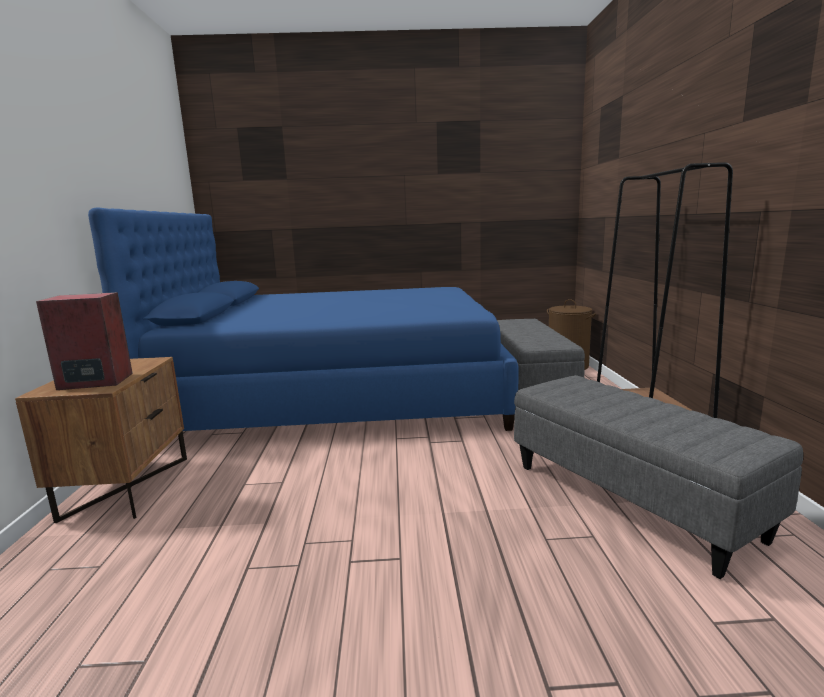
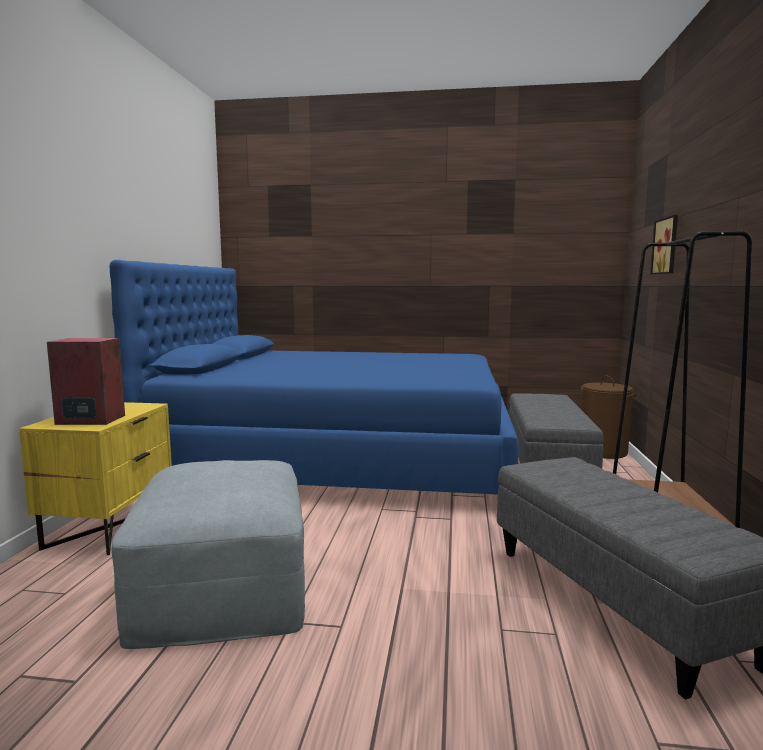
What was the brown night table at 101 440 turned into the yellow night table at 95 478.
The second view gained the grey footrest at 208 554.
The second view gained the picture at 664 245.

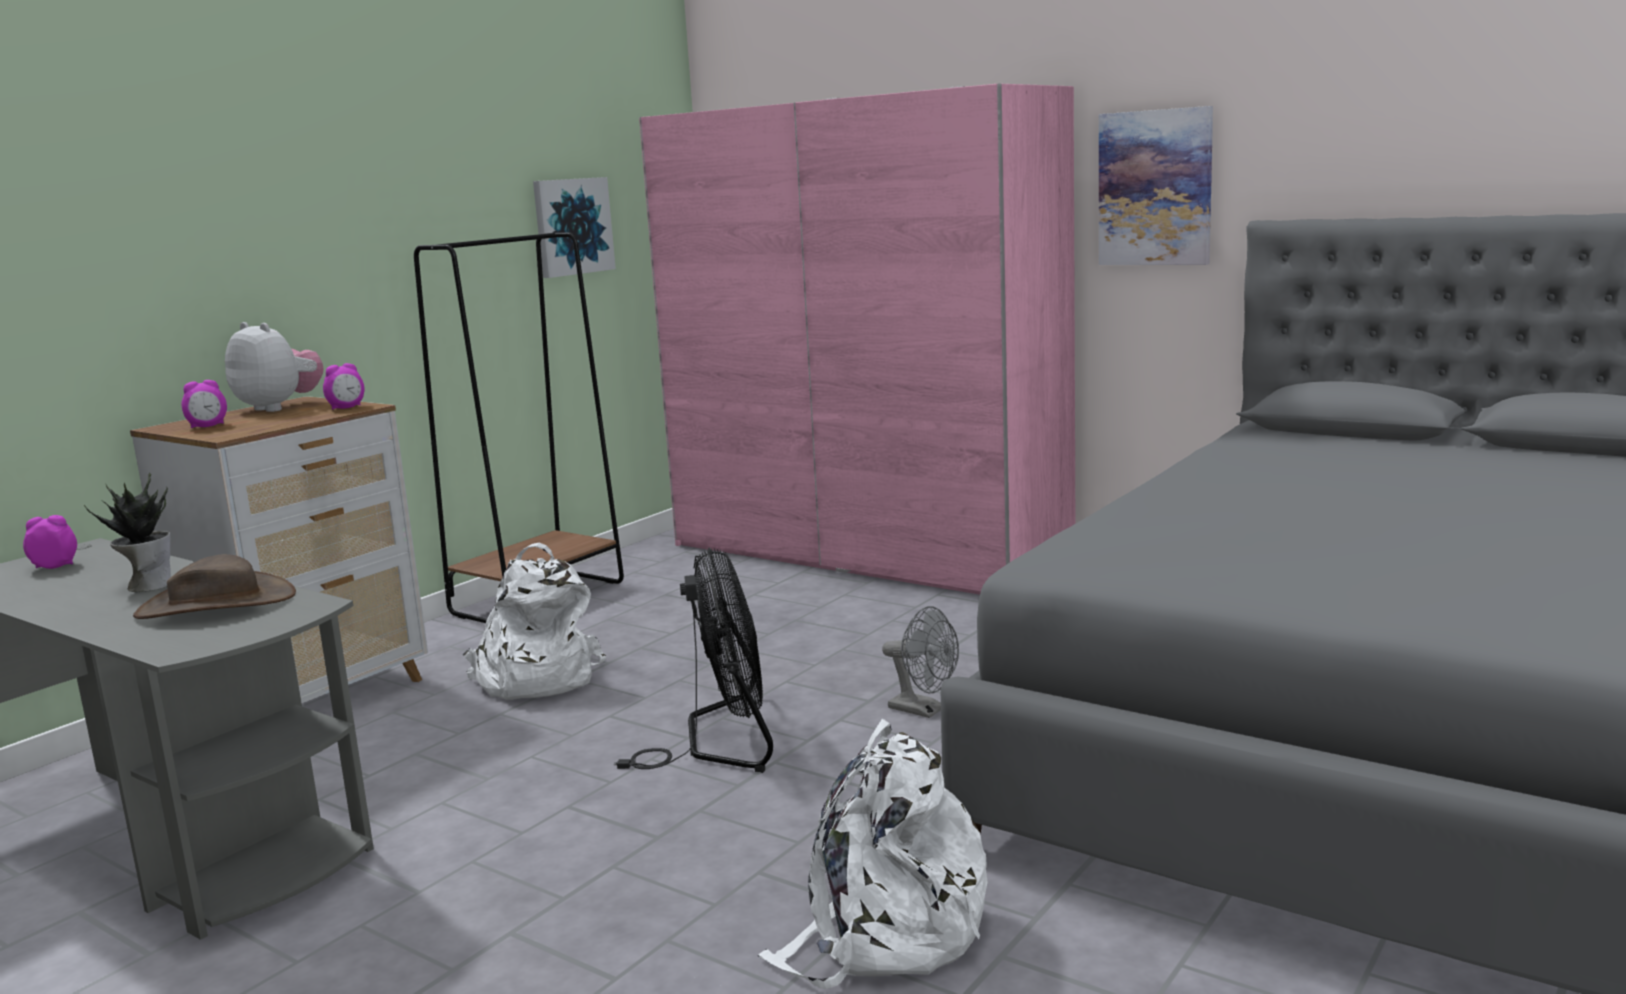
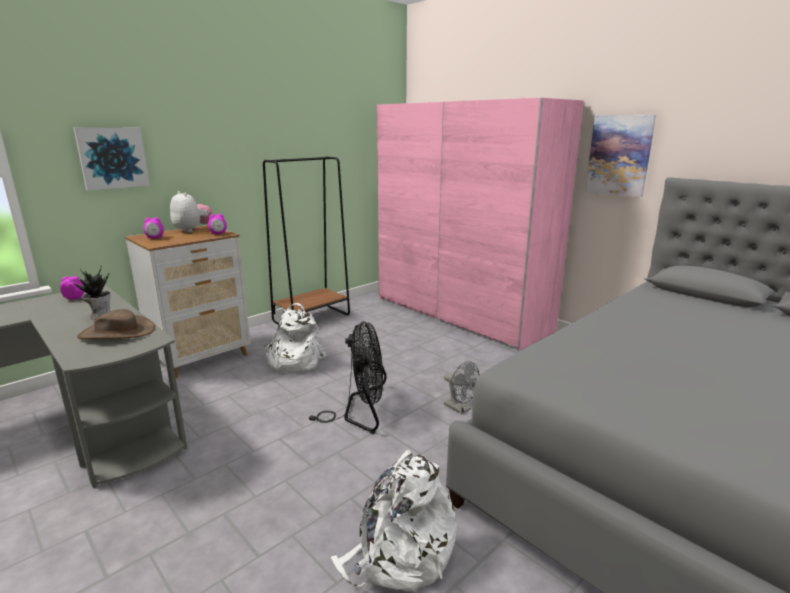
The picture ended up elsewhere, having gone from 574 227 to 112 159.

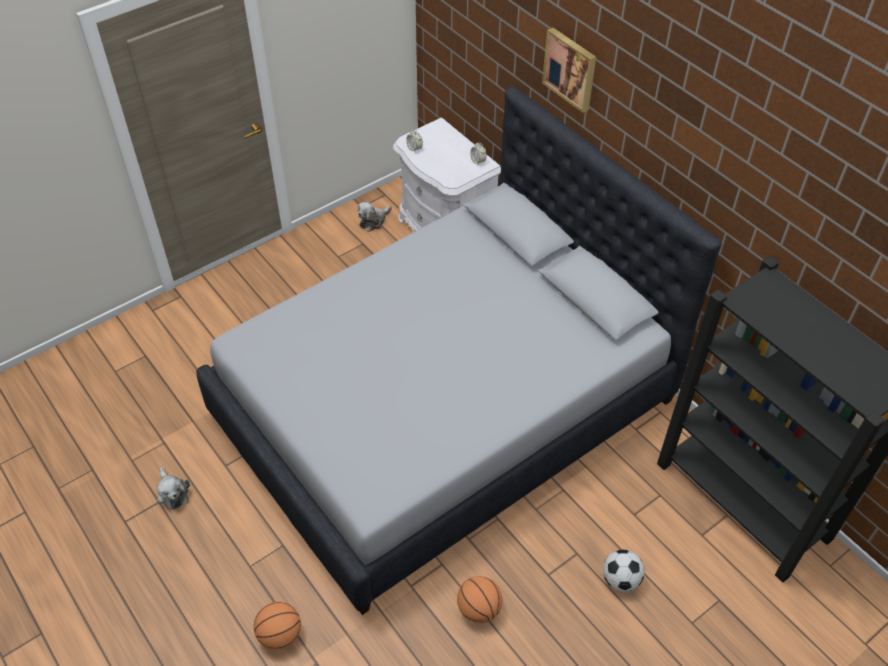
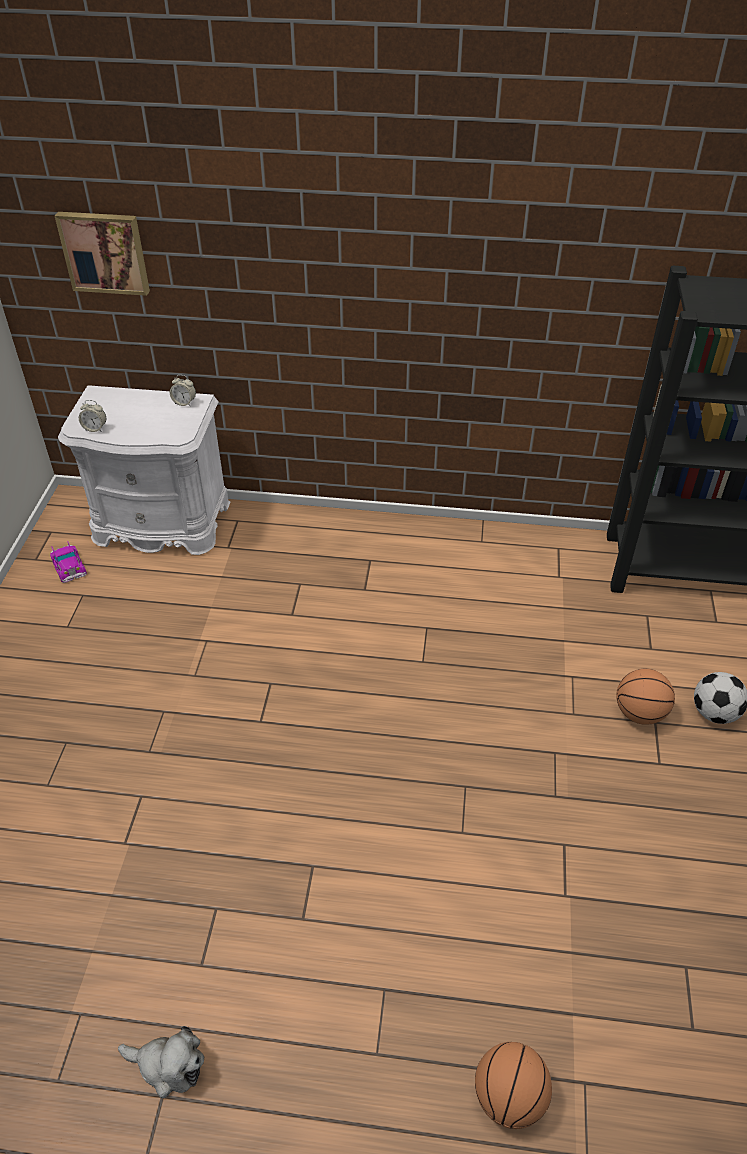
Where the cuddly toy stood at 374 217, the toy car came to stand at 68 562.
The picture ended up elsewhere, having gone from 569 70 to 102 254.
The basketball ended up elsewhere, having gone from 480 599 to 645 697.
The second view lost the grey sleeping bed at 459 350.

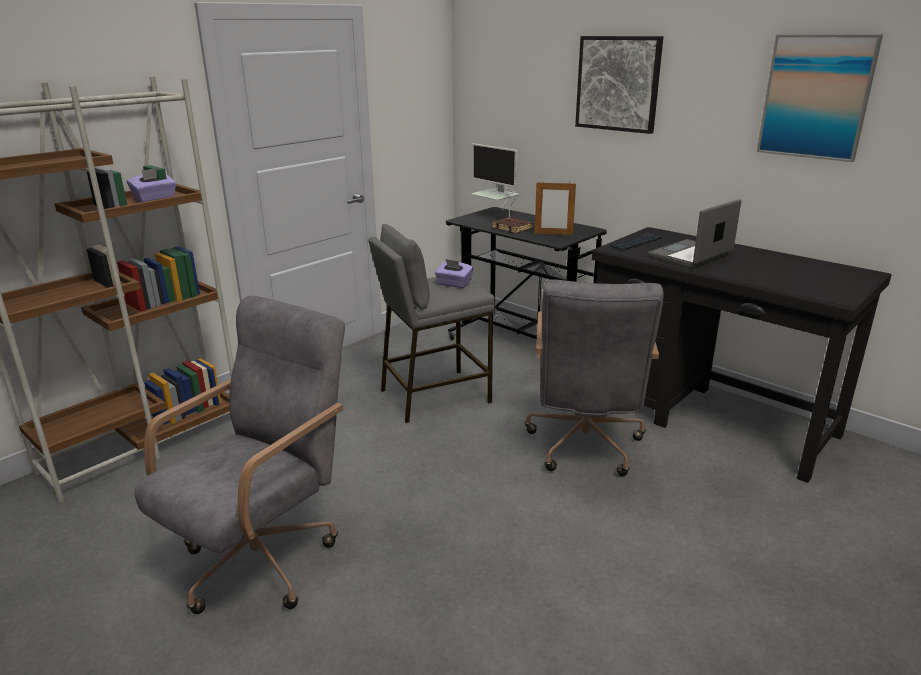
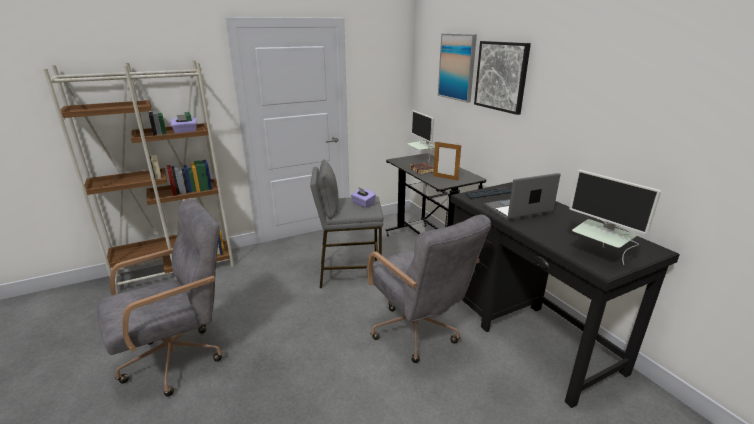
The grey desk chair at 594 377 ended up facing another way, 60 degrees counterclockwise from before.
The picture ended up elsewhere, having gone from 820 98 to 457 68.
The second view gained the computer screen at 615 217.

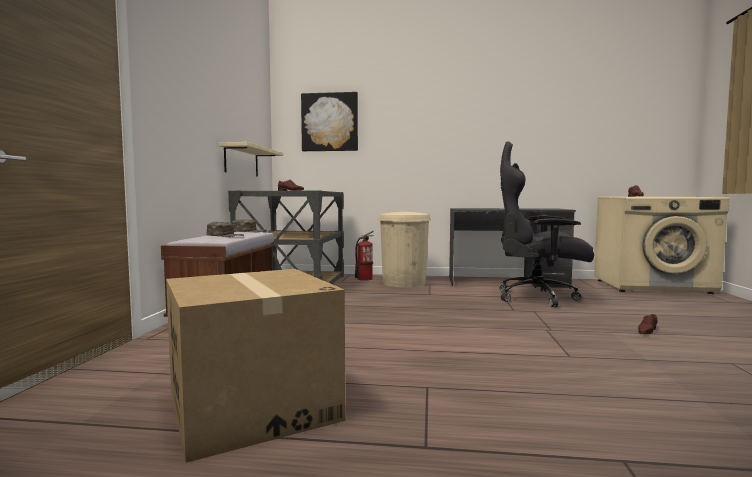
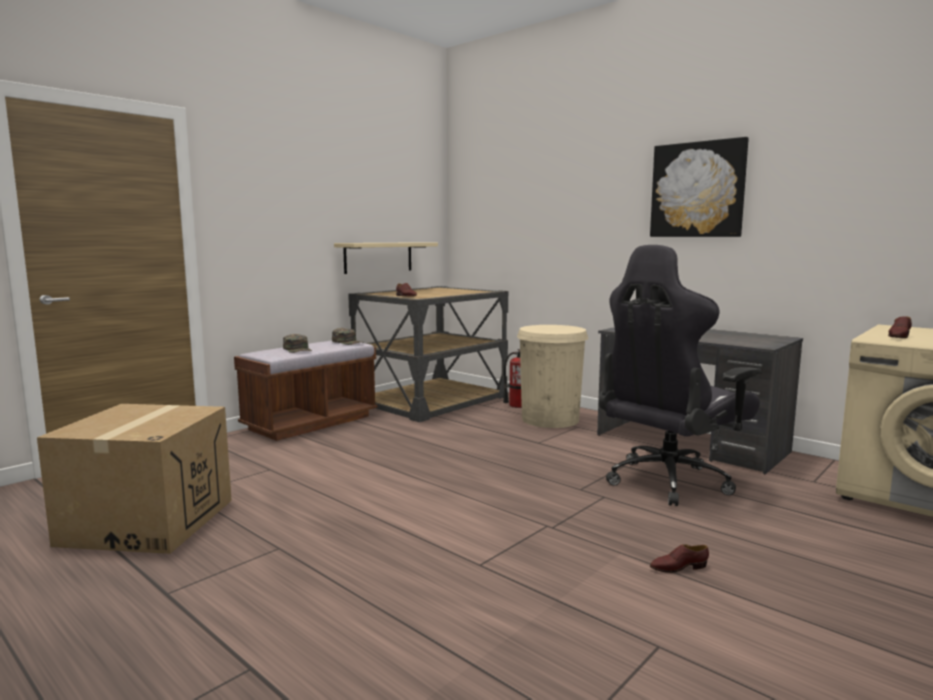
The black desk chair at 547 224 ended up facing another way, 90 degrees counterclockwise from before.
The picture ended up elsewhere, having gone from 329 121 to 699 187.

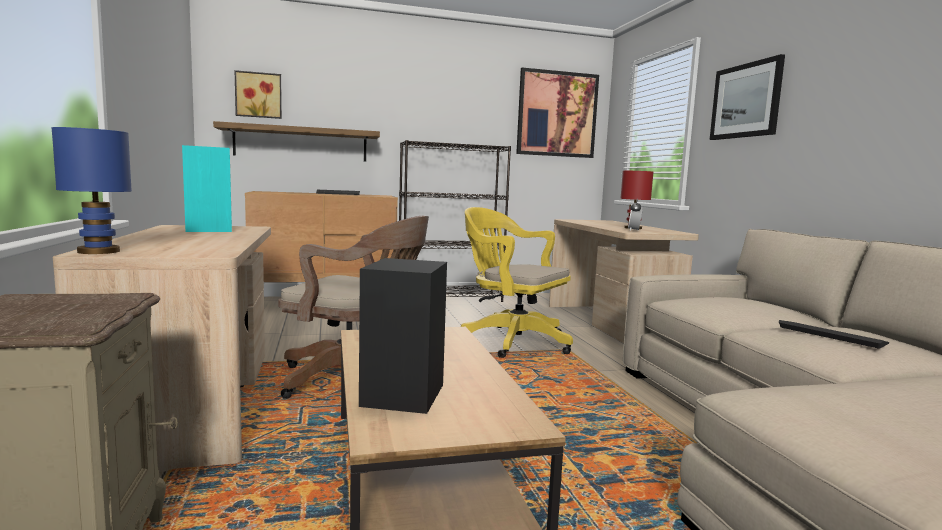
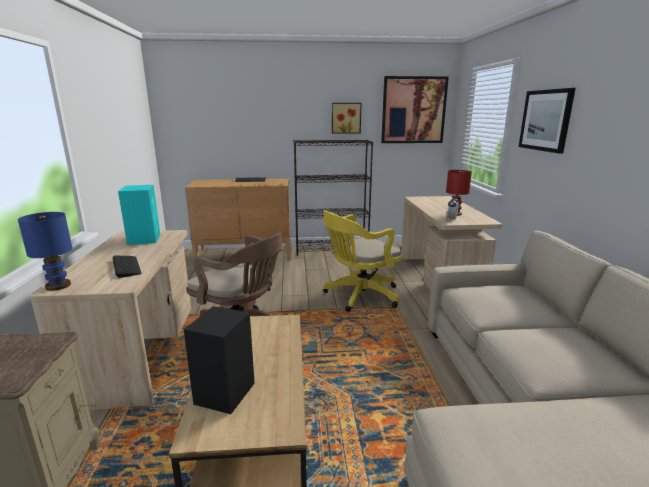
The PC keyboard ended up elsewhere, having gone from 834 334 to 127 267.
The yellow desk chair at 517 282 ended up facing another way, 75 degrees counterclockwise from before.
The picture ended up elsewhere, having gone from 258 94 to 347 118.
The second view lost the wall shelf at 296 141.

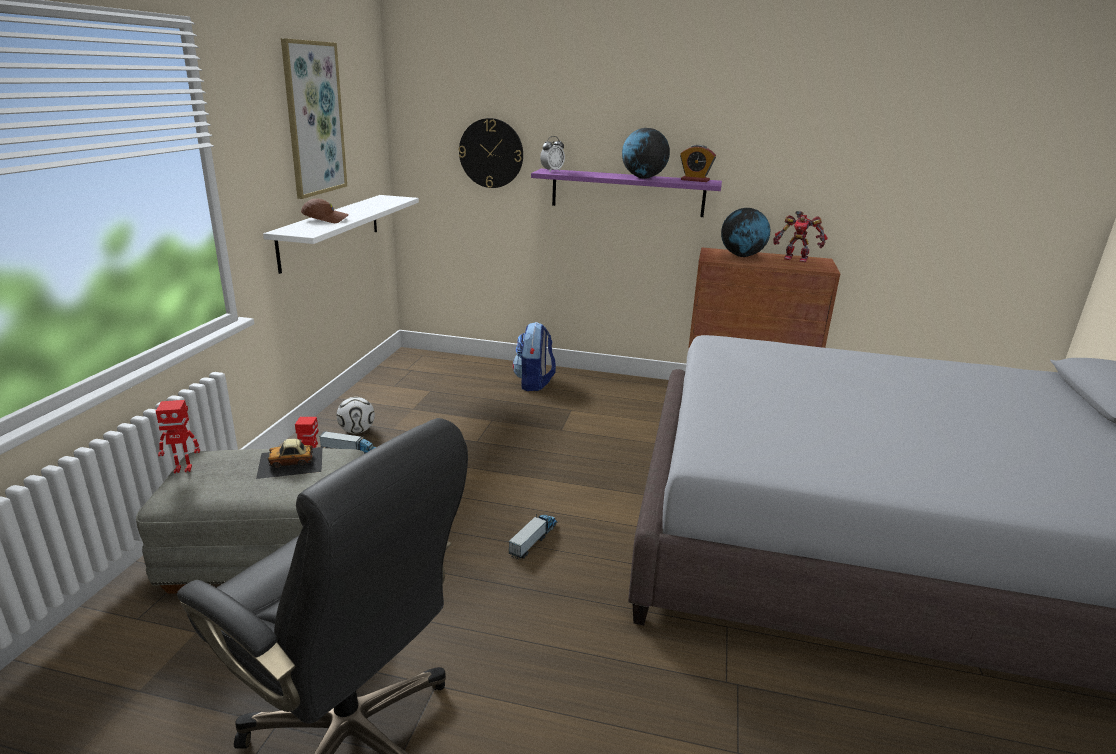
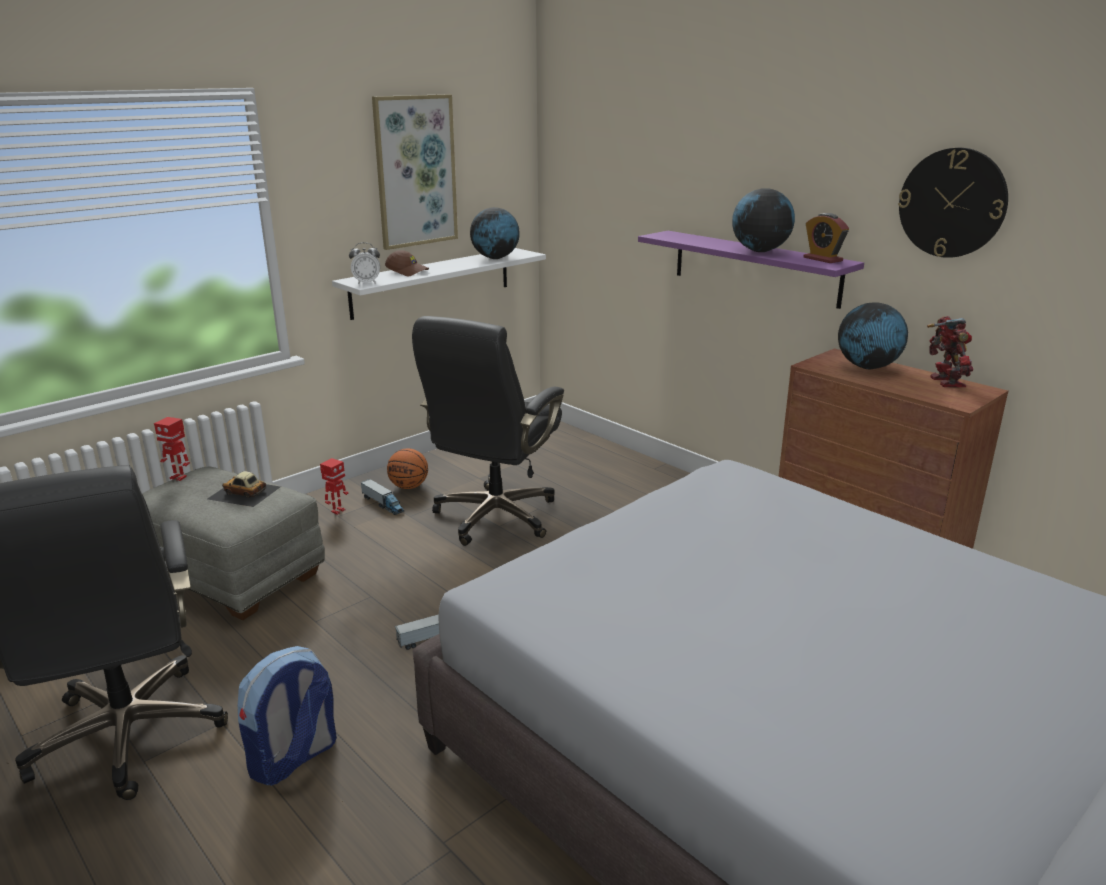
The rucksack ended up elsewhere, having gone from 534 356 to 287 716.
The table clock ended up elsewhere, having gone from 552 154 to 364 263.
Where the football ball stood at 355 415, the basketball came to stand at 407 468.
The second view gained the black desk chair at 488 431.
The second view gained the globe at 495 233.
The wall clock ended up elsewhere, having gone from 491 153 to 953 203.
The toy robot at 800 236 ended up facing another way, 150 degrees counterclockwise from before.

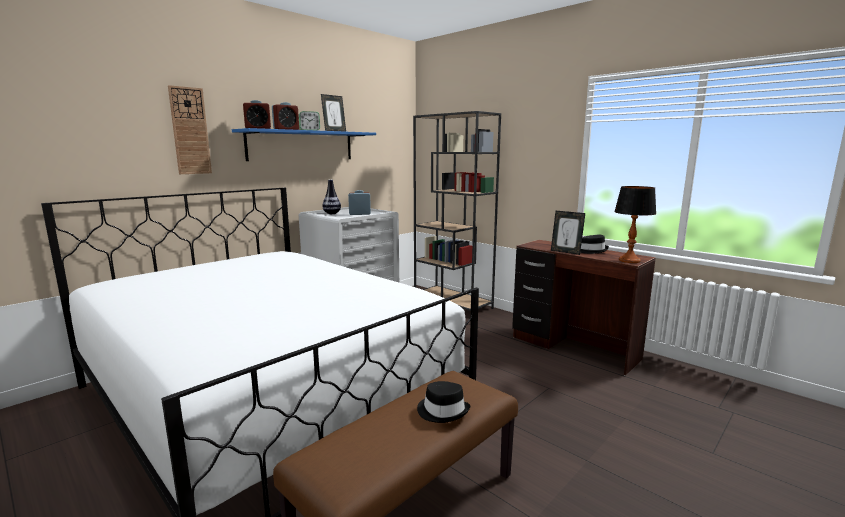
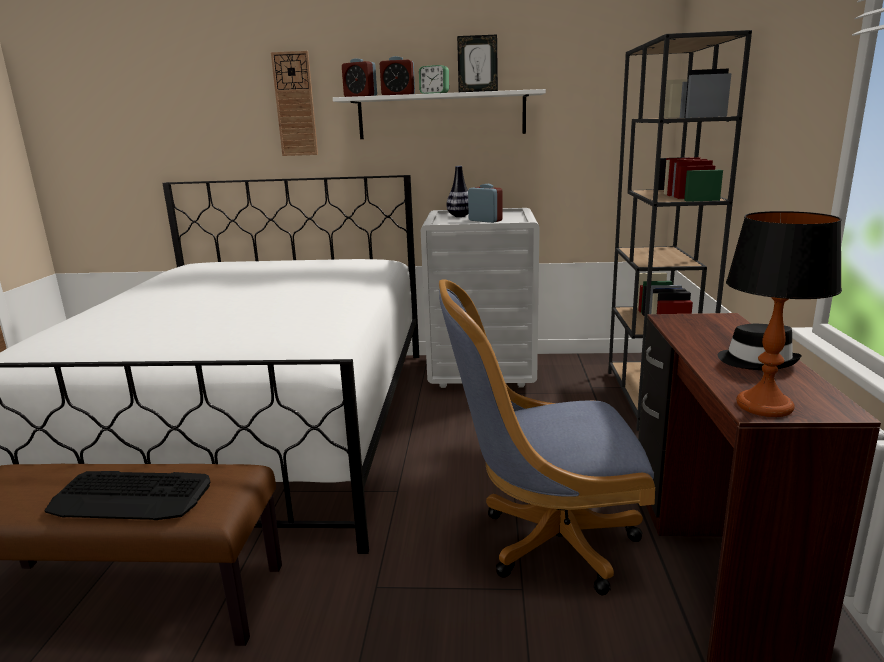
Where the black wearable hat stood at 443 402, the PC keyboard came to stand at 127 495.
What was the blue wall shelf at 304 144 turned into the white wall shelf at 439 114.
The second view gained the blue desk chair at 547 437.
The second view lost the photo frame at 568 233.

